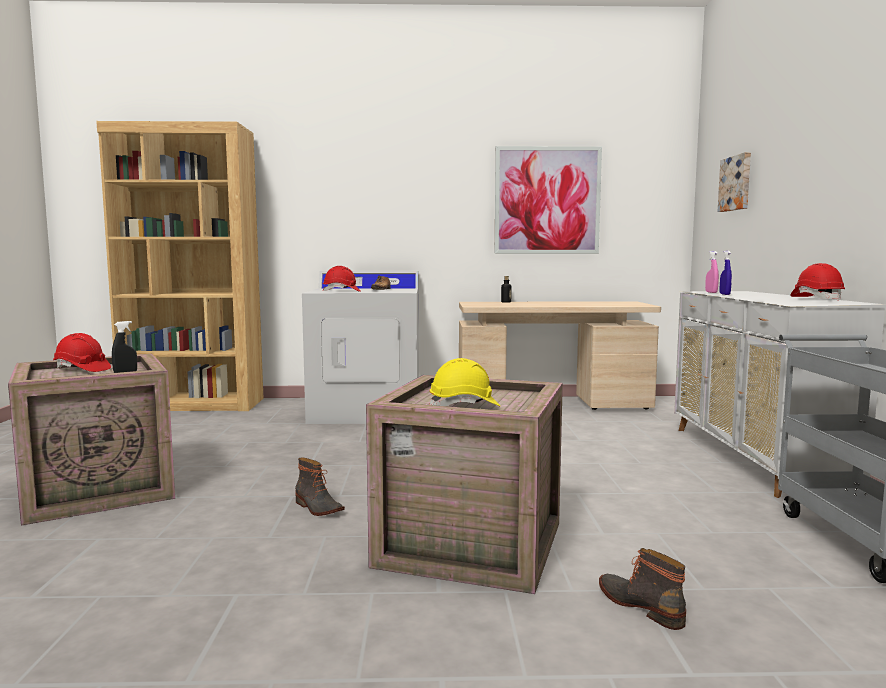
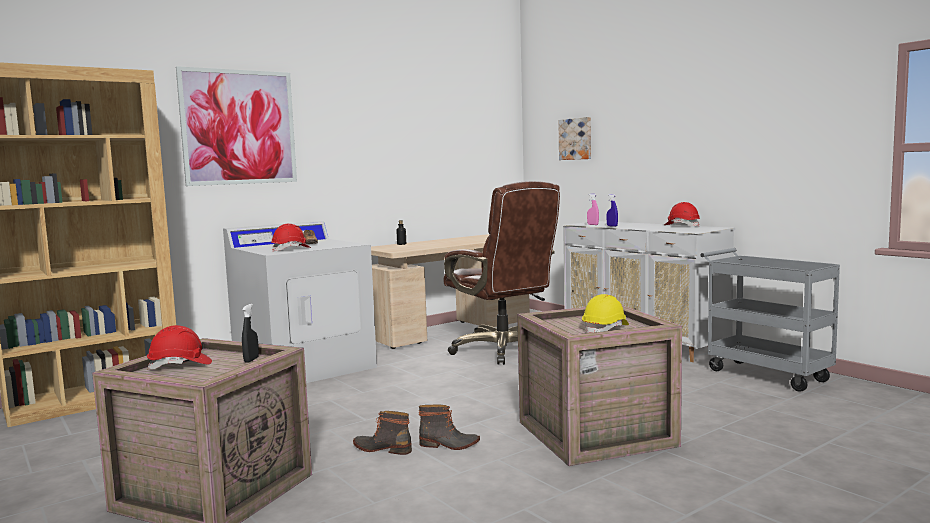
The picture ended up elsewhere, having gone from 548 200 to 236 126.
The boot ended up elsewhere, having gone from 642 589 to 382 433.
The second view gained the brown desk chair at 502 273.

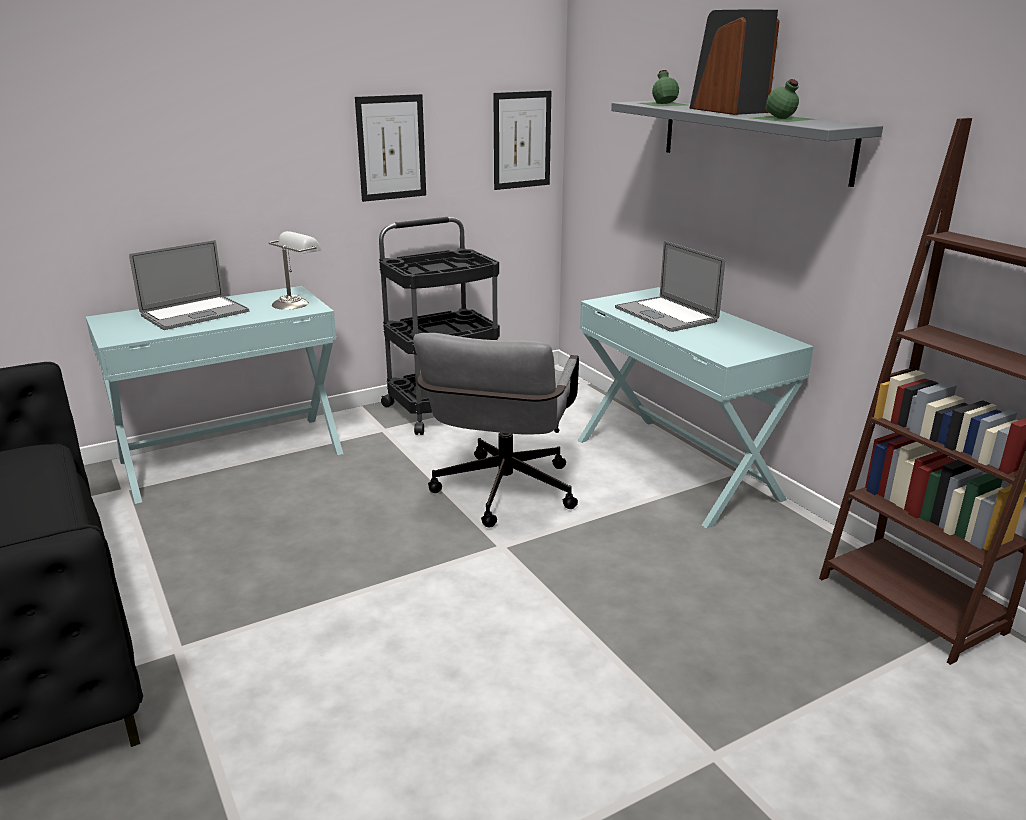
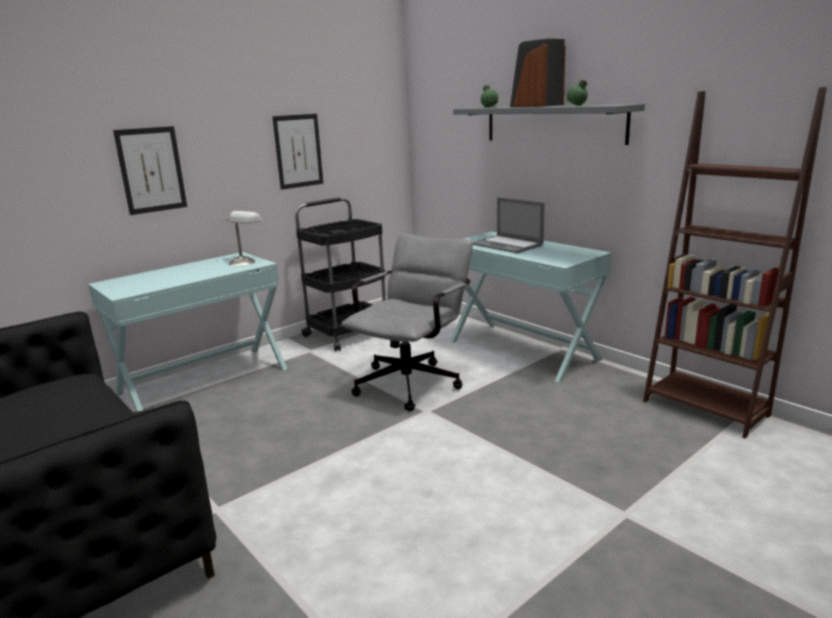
The picture ended up elsewhere, having gone from 522 140 to 150 170.
The grey desk chair at 496 430 ended up facing another way, 150 degrees counterclockwise from before.
The second view lost the notebook computer at 189 285.

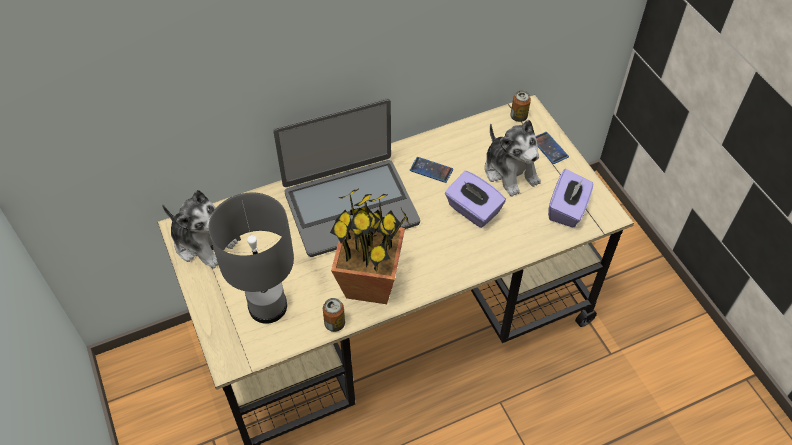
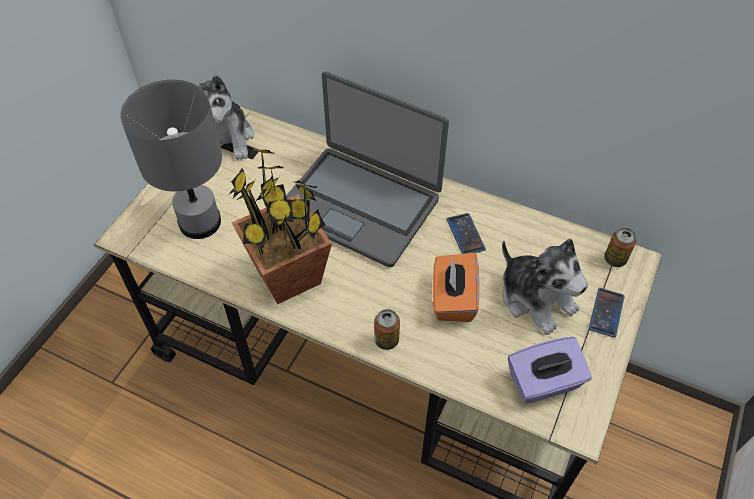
The metal can ended up elsewhere, having gone from 334 315 to 387 329.
What was the purplish tissue holder at 475 199 turned into the orange-coloured tissue holder at 456 287.
The cuddly toy at 513 158 ended up facing another way, 60 degrees counterclockwise from before.

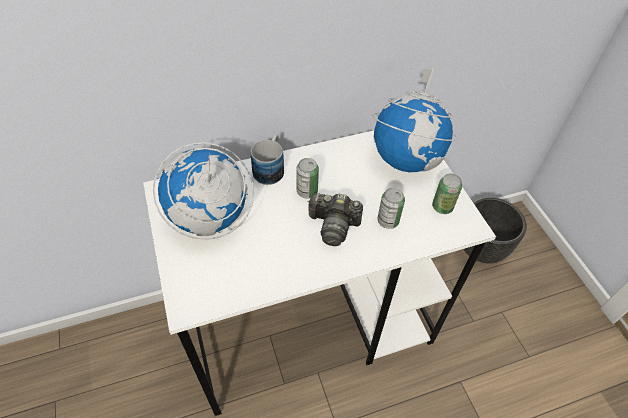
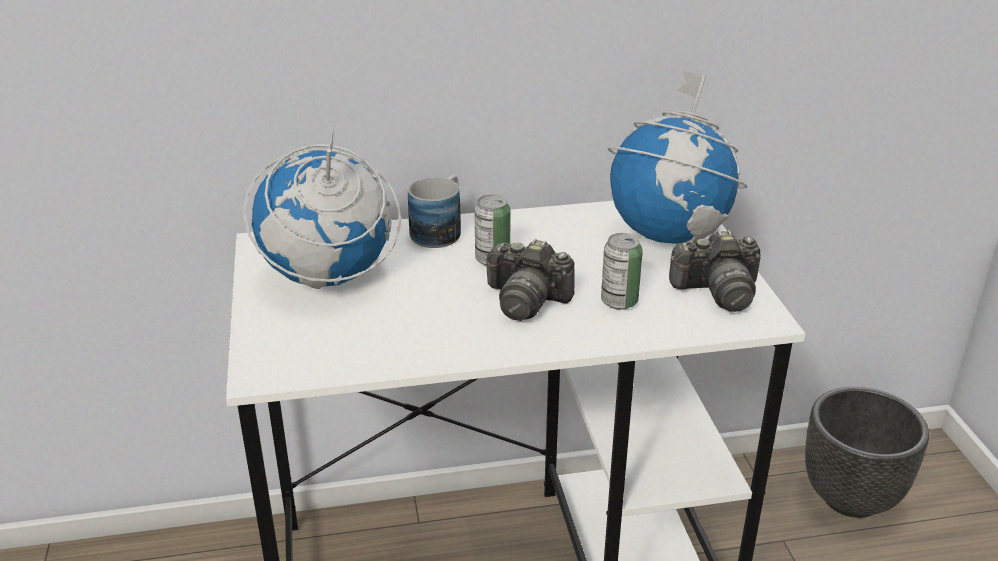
Where the metal can stood at 447 194, the still camera came to stand at 715 271.

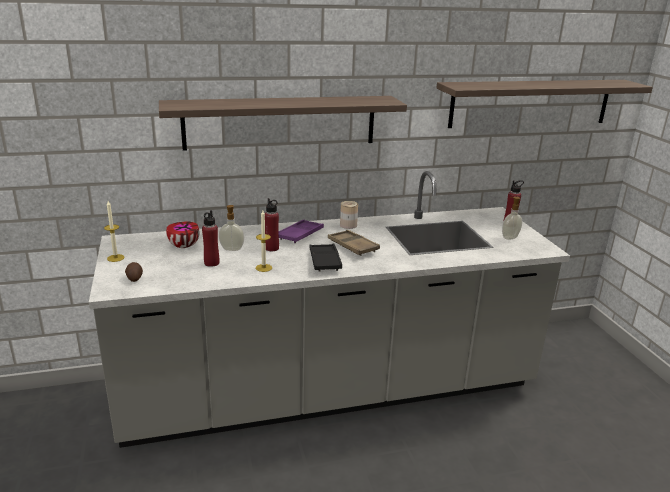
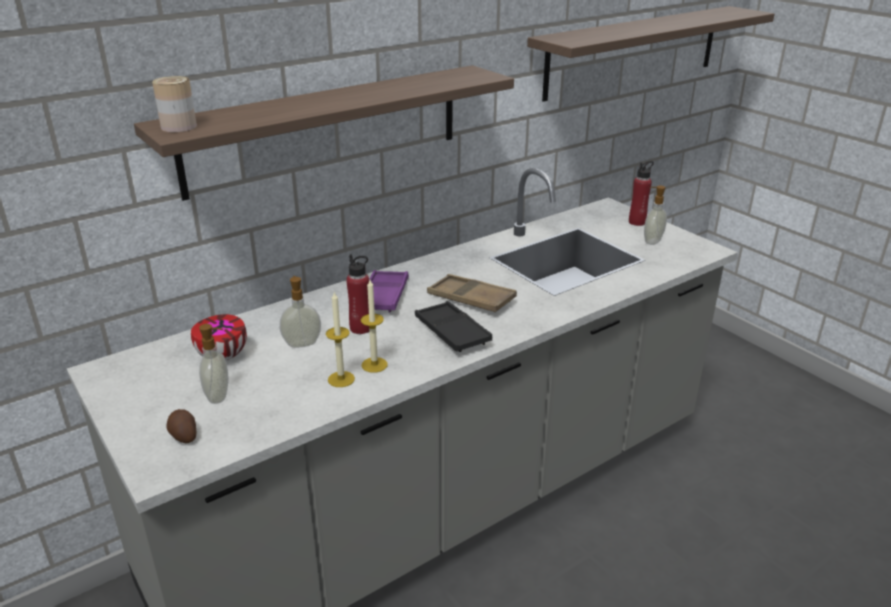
The metal can ended up elsewhere, having gone from 349 215 to 174 104.
The second view gained the soap dispenser at 214 364.
The wax light ended up elsewhere, having gone from 114 231 to 340 339.
The second view lost the red-coloured drink bottle at 210 238.

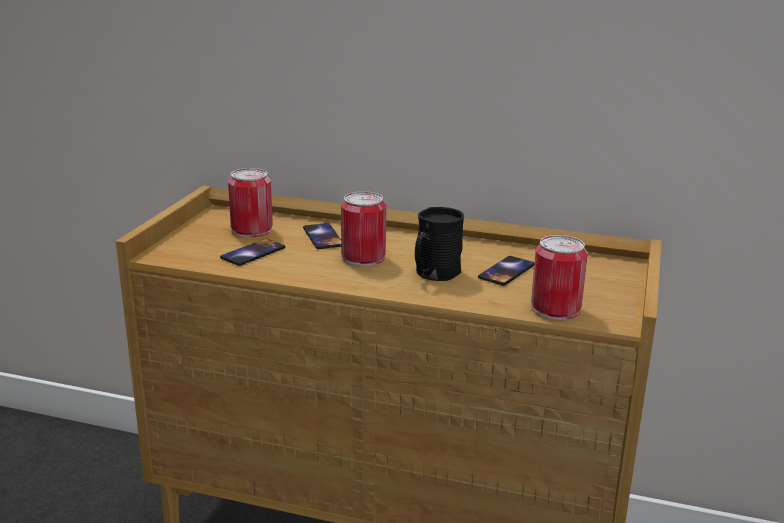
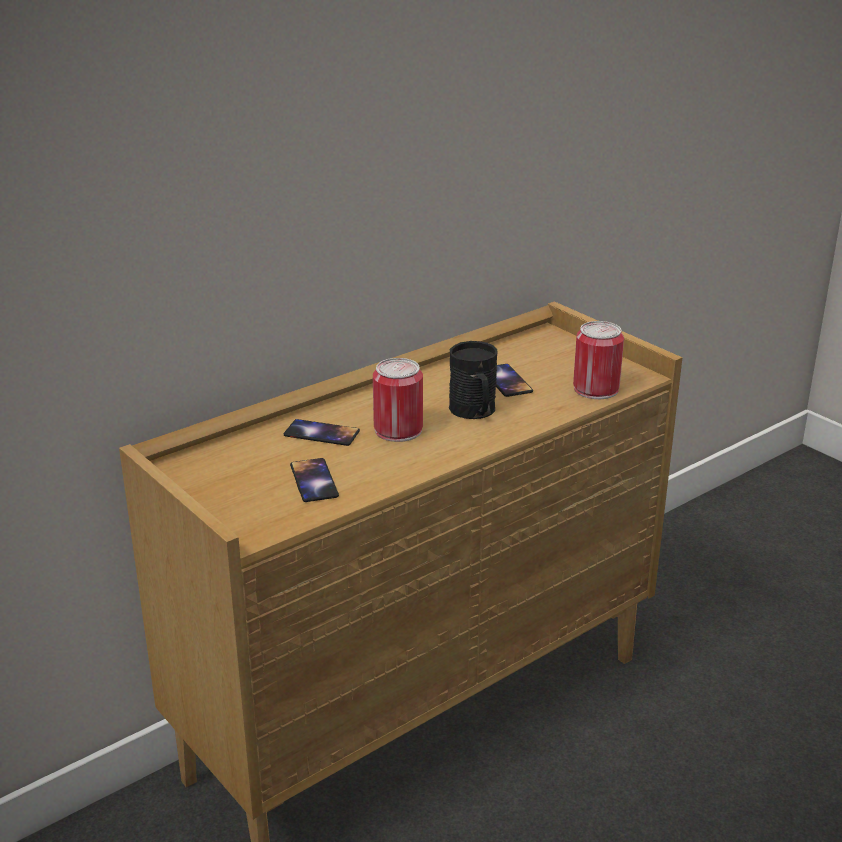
The second view lost the metal can at 250 202.

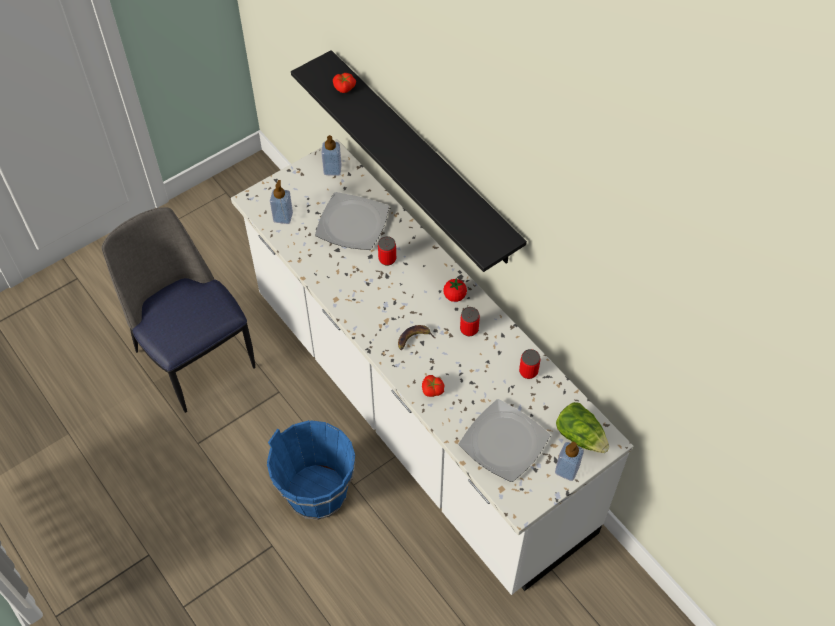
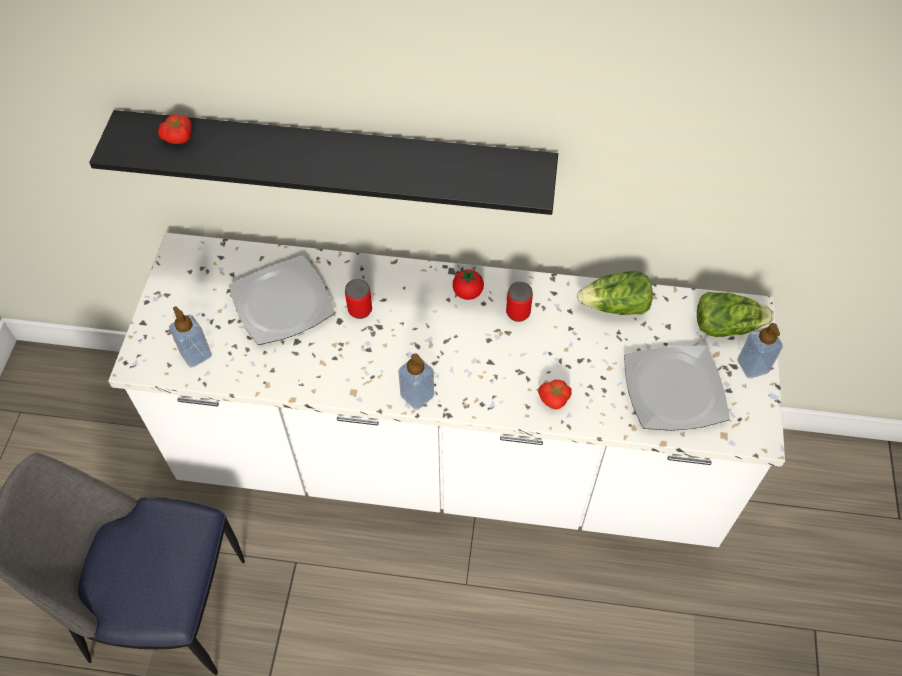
The soap dispenser ended up elsewhere, having gone from 332 155 to 416 381.
Where the metal can stood at 529 364, the head of lettuce came to stand at 615 293.
The second view lost the blue pail at 311 470.
The second view lost the banana fruit at 417 337.

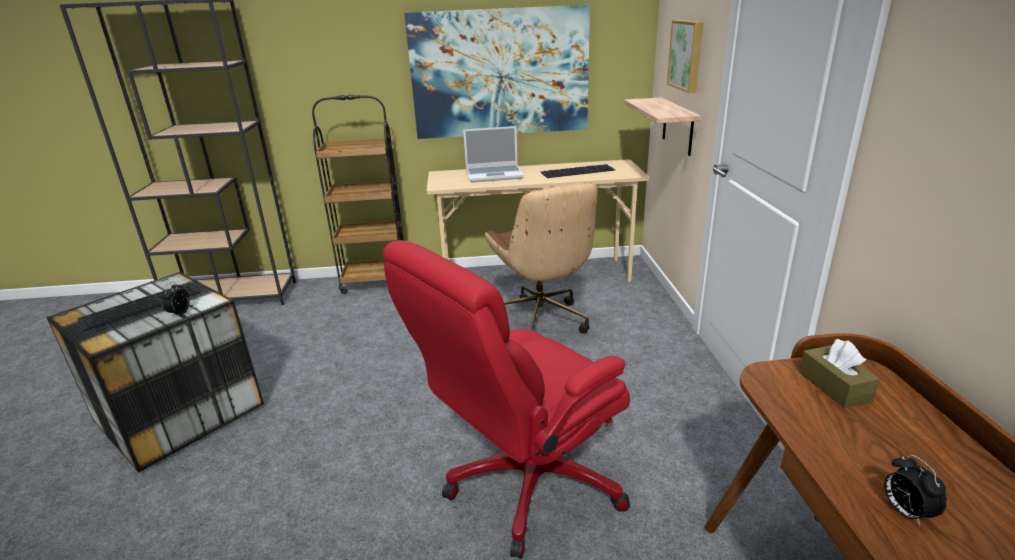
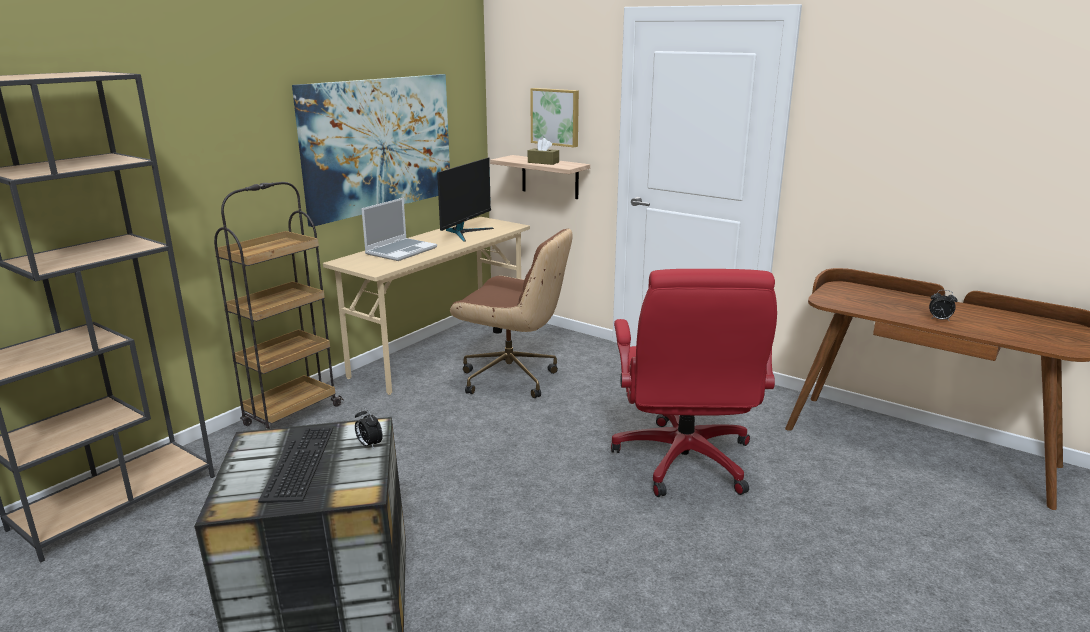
Where the PC keyboard stood at 577 171, the computer screen came to stand at 465 199.
The brown tissue holder ended up elsewhere, having gone from 839 373 to 543 151.

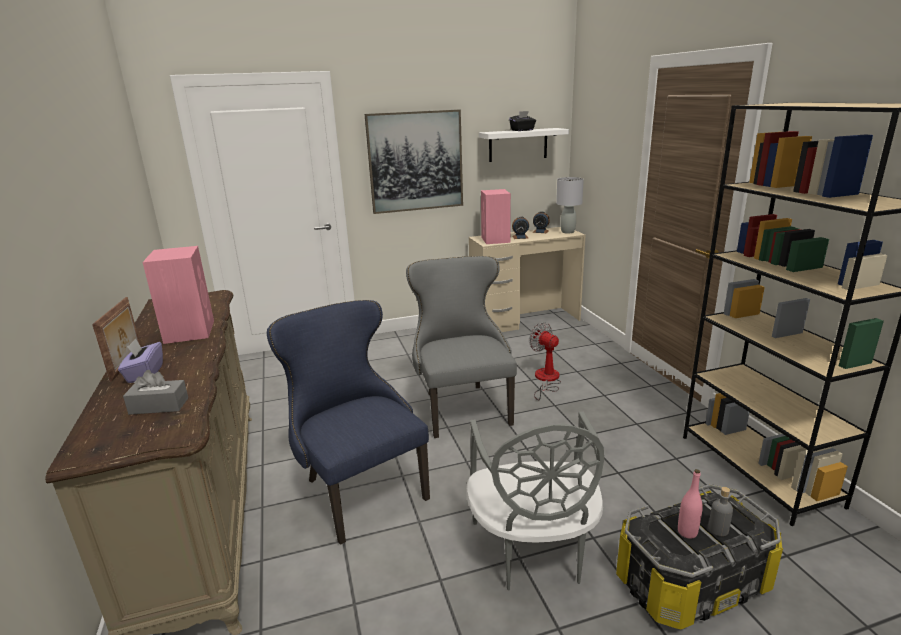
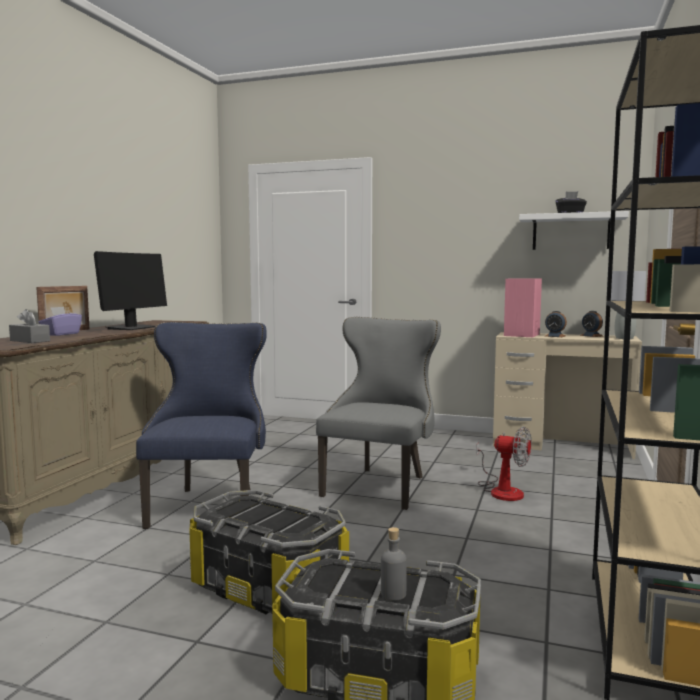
Where the pinkish speaker stood at 178 295, the computer screen came to stand at 130 290.
Where the grey chair stood at 535 501, the storage container came to stand at 269 552.
The fan at 545 361 ended up facing another way, 120 degrees clockwise from before.
The second view lost the picture at 414 162.
The second view lost the pinkish drink bottle at 690 504.

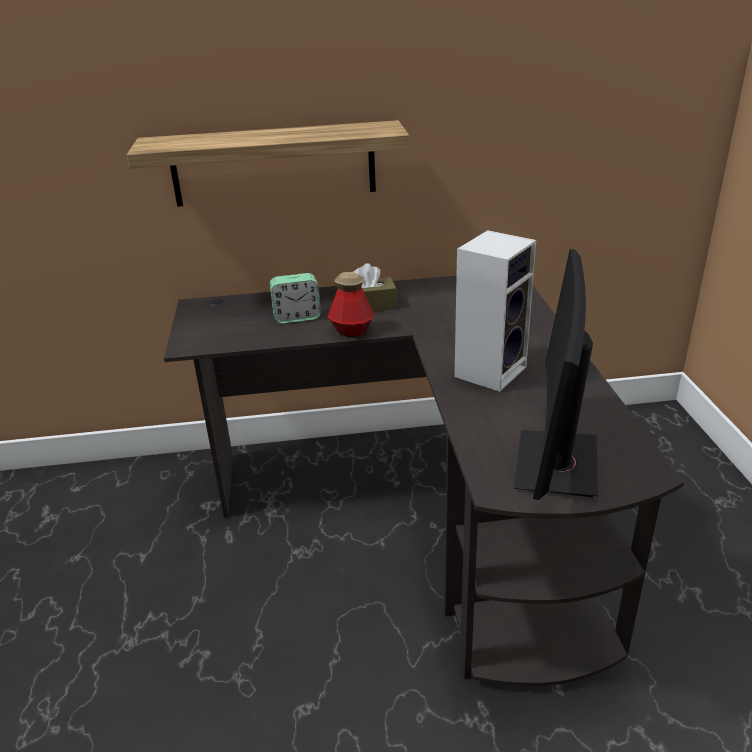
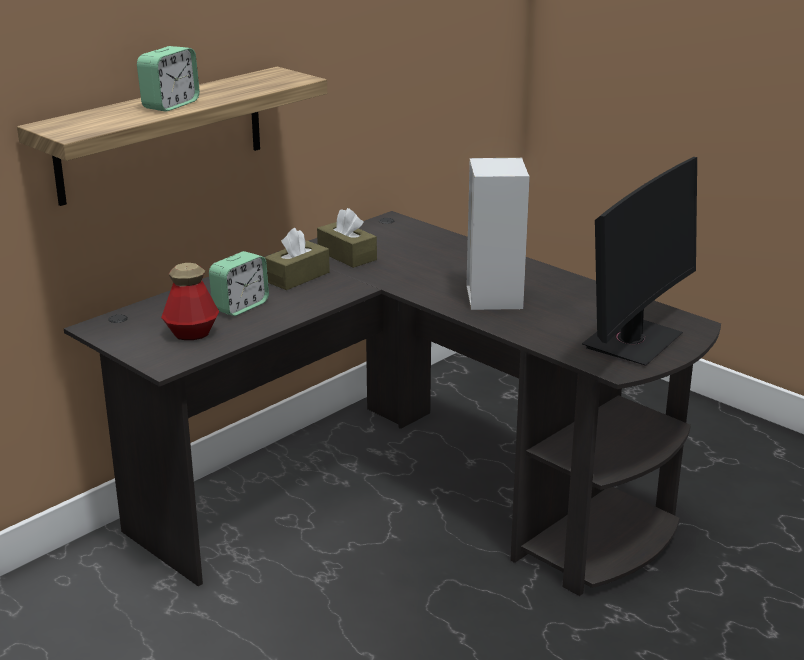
The second view gained the table clock at 168 79.
The drink bottle ended up elsewhere, having gone from 351 304 to 190 301.
The second view gained the brown tissue holder at 347 238.
The computer screen at 556 374 ended up facing another way, 120 degrees counterclockwise from before.

